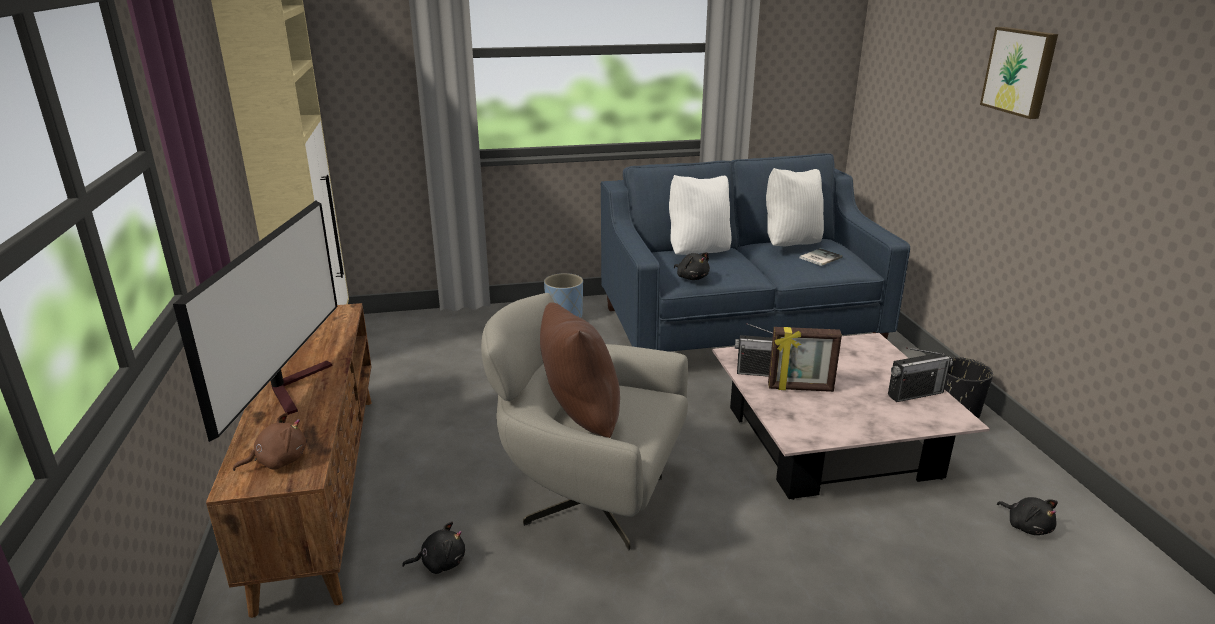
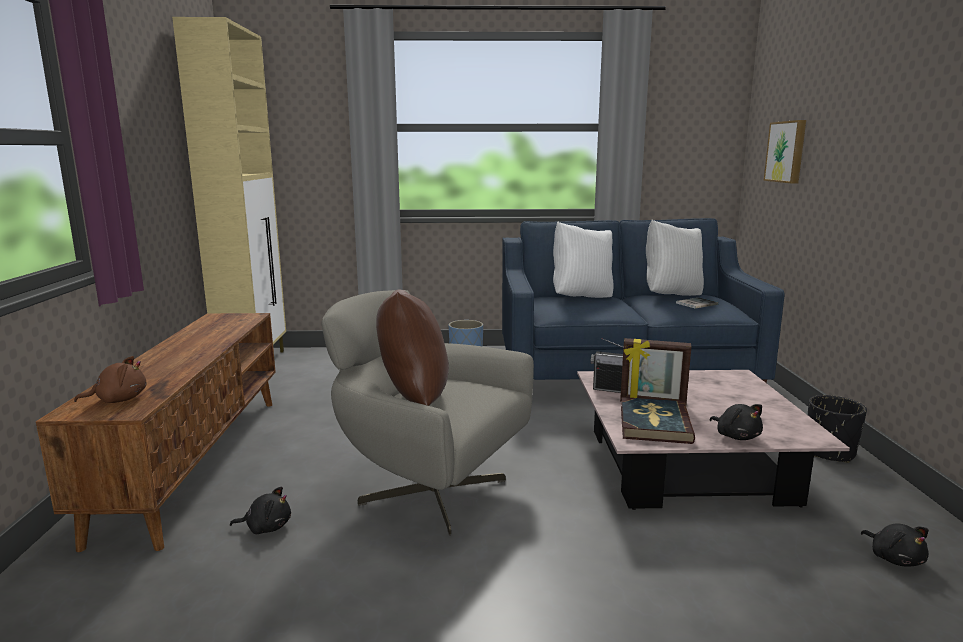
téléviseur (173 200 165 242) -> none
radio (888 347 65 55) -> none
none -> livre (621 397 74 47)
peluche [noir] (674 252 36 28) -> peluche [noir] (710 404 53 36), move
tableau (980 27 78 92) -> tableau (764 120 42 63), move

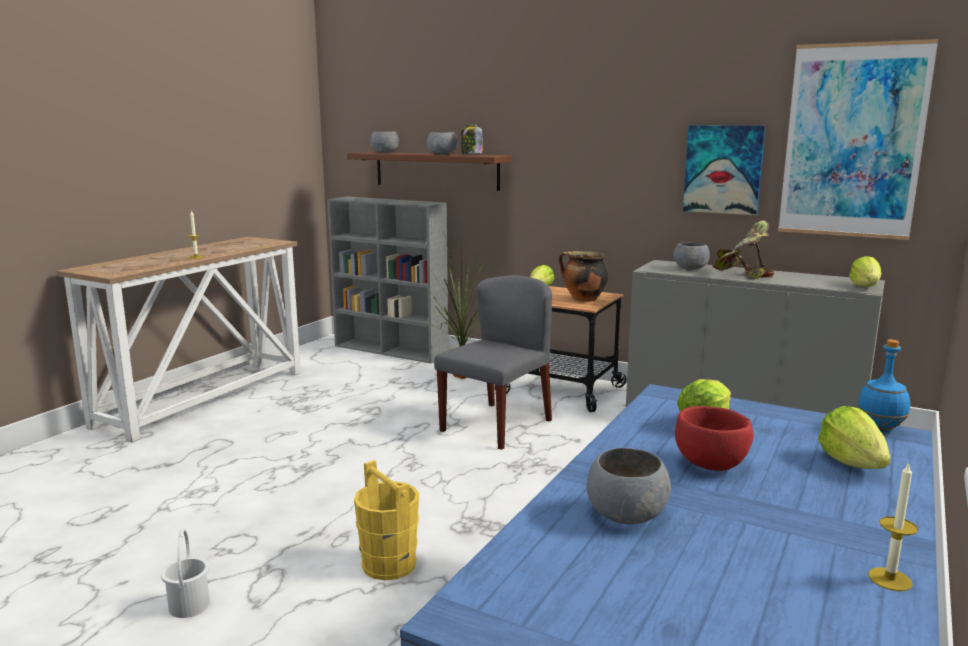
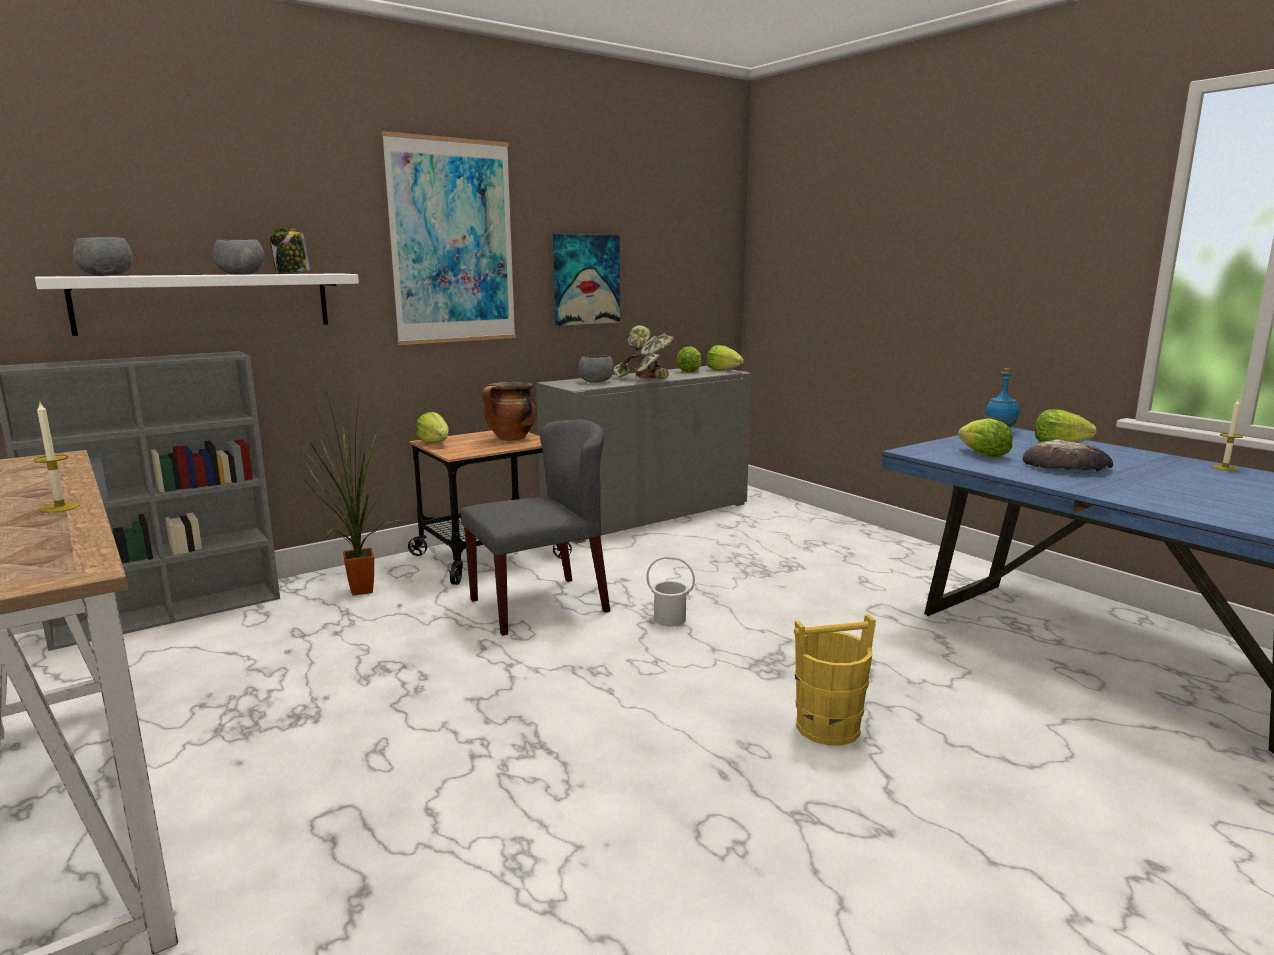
bol [gris] (586 448 85 76) -> none
none -> laitue (676 346 25 26)
seau [blanc] (161 529 49 89) -> seau [blanc] (646 556 49 70), move
tableau (778 39 160 201) -> tableau (381 131 135 214), move
bol [rouge] (675 406 79 65) -> pain (1023 439 90 33)
étagère [marron] (347 152 165 39) -> étagère [blanc] (35 273 324 63)
chaise [gris] (434 275 118 175) -> chaise [gris] (461 420 149 216), 90 degrees clockwise

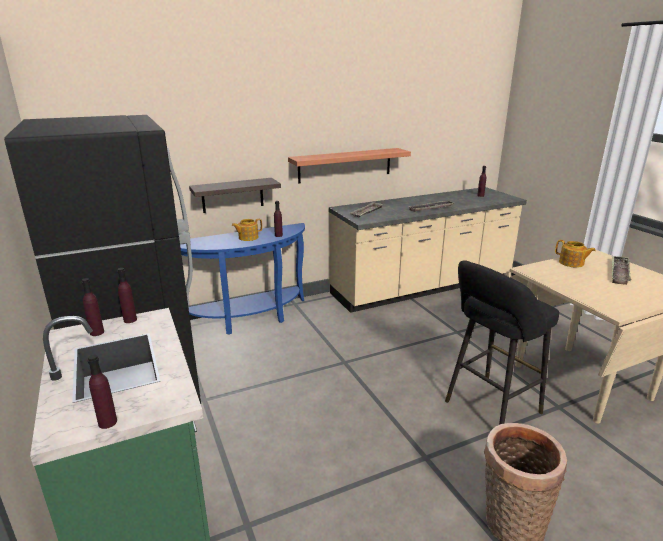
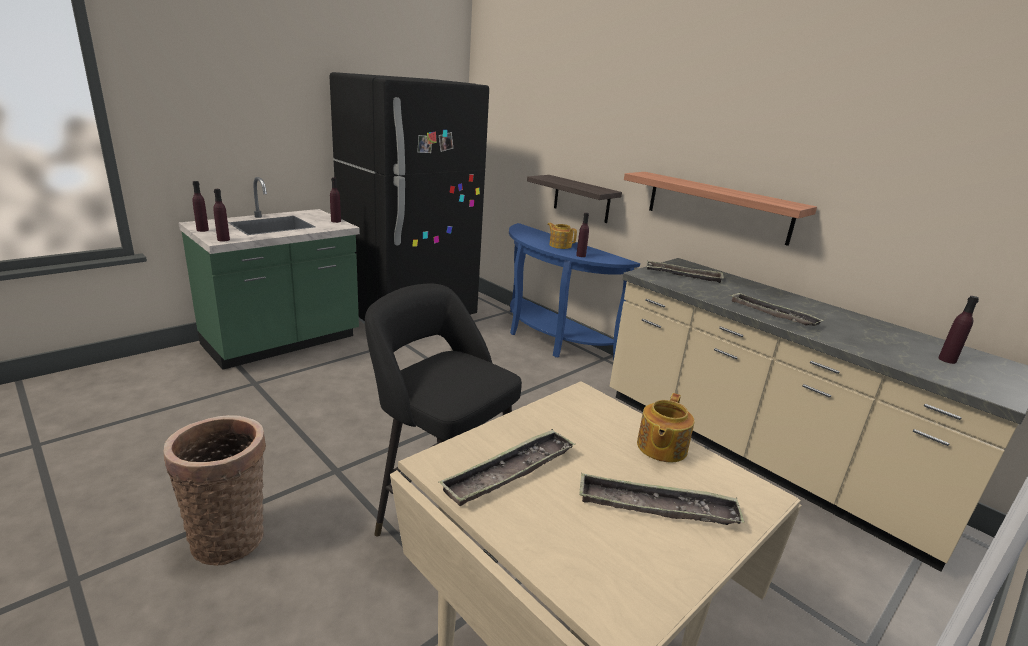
none -> plateau (438 429 137 77)
bouteille [violet] (82 278 22 58) -> bouteille [violet] (213 189 17 52), move

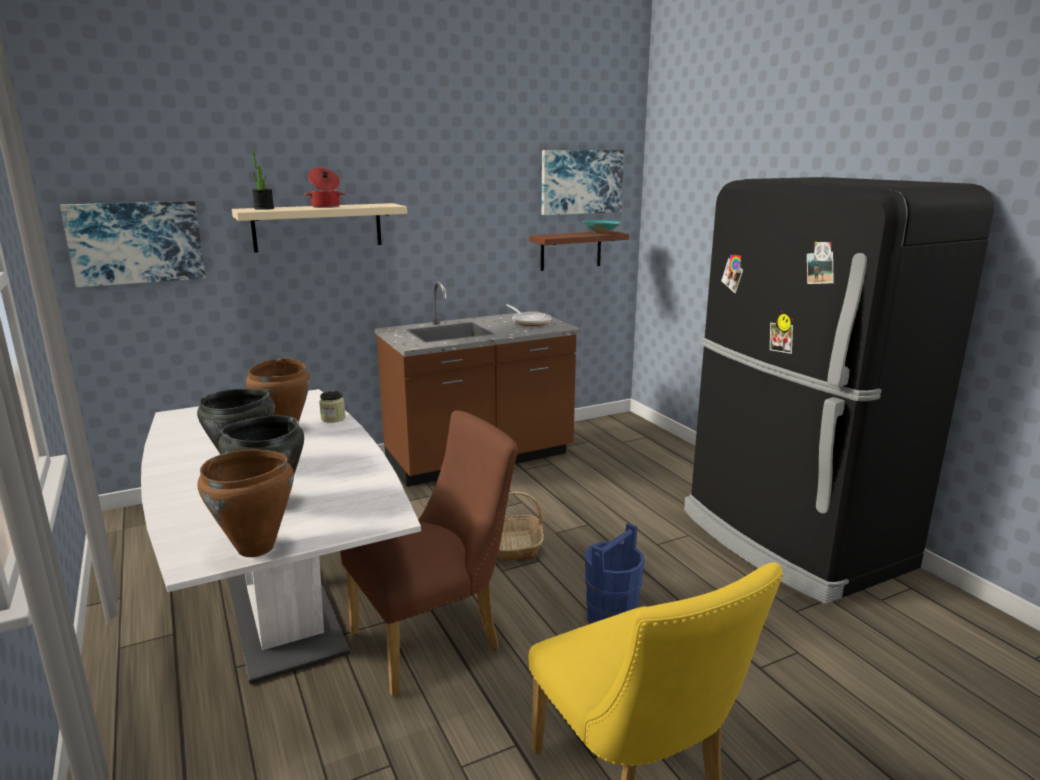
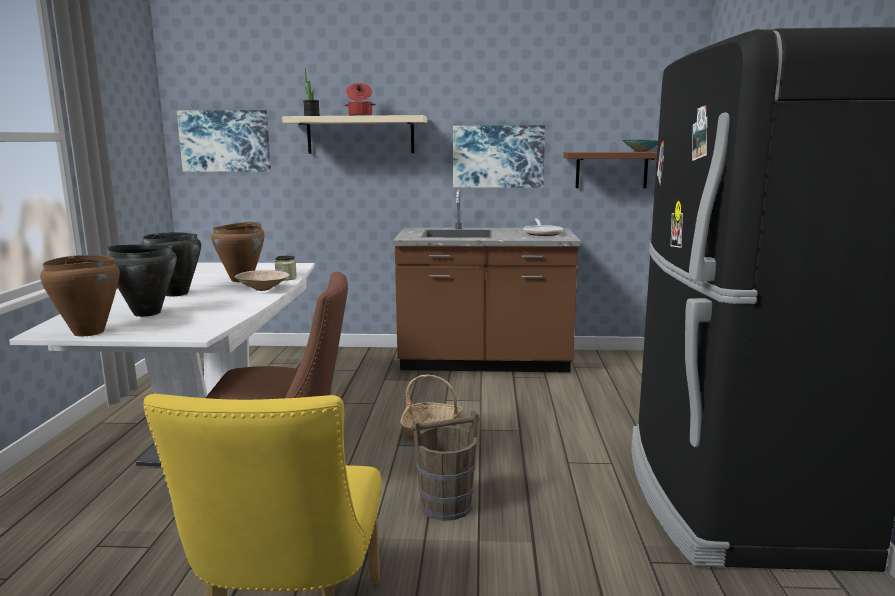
none -> bol [beige] (234 270 56 21)
tableau (542 150 82 65) -> tableau (453 125 92 63), move
seau [bleu] (585 523 60 101) -> seau [marron] (411 410 68 111)

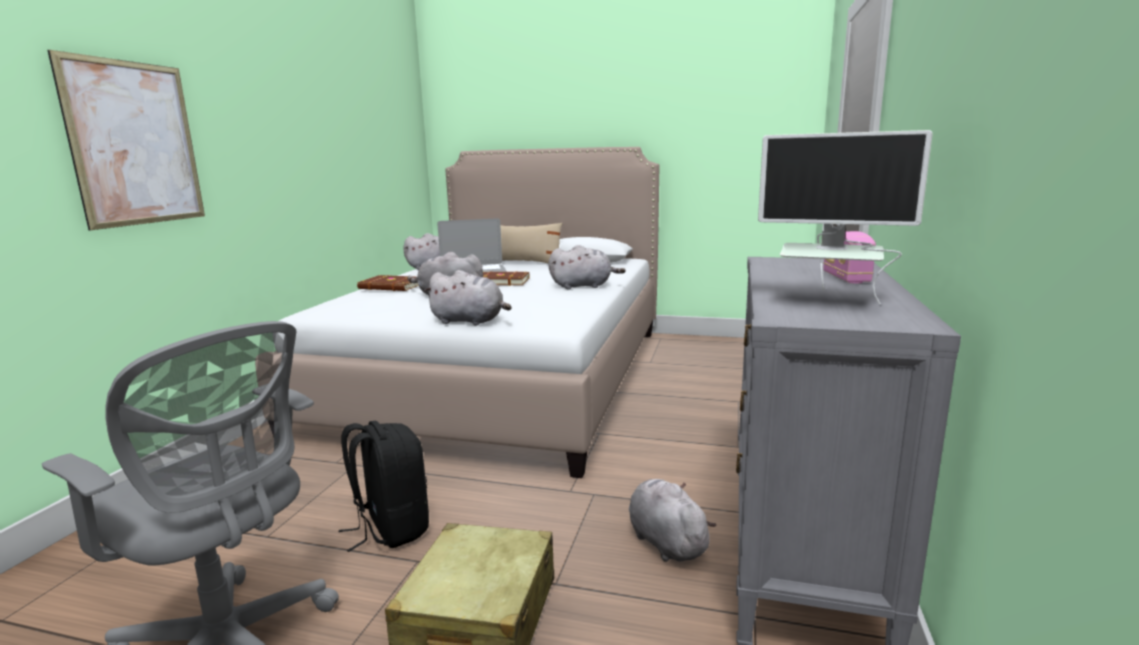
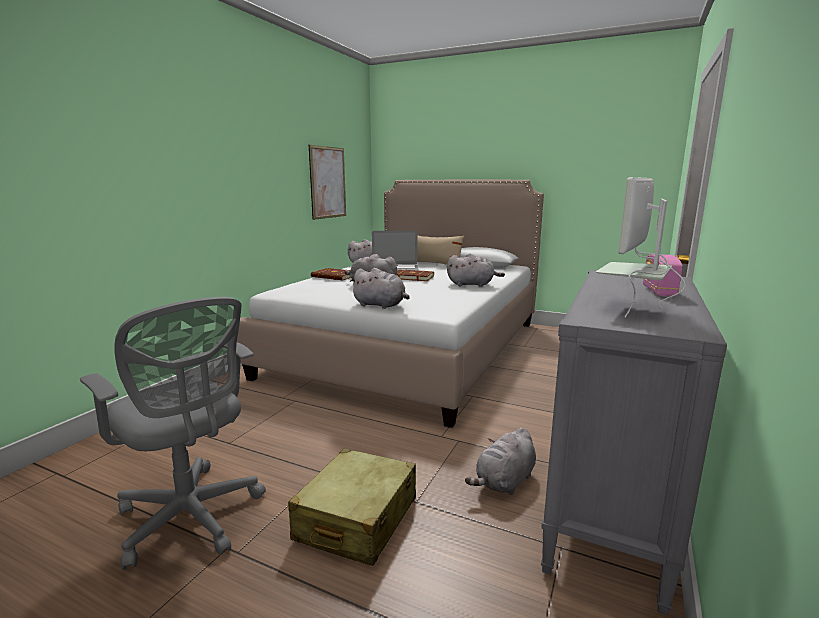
sac à dos [noir] (339 421 90 131) -> none
tableau (47 50 158 180) -> tableau (309 145 37 75), move
peluche [gris] (629 479 88 83) -> peluche [gris] (465 427 71 68), 120 degrees counterclockwise
écran d'ordinateur (758 130 175 175) -> écran d'ordinateur (596 177 89 141), 90 degrees clockwise

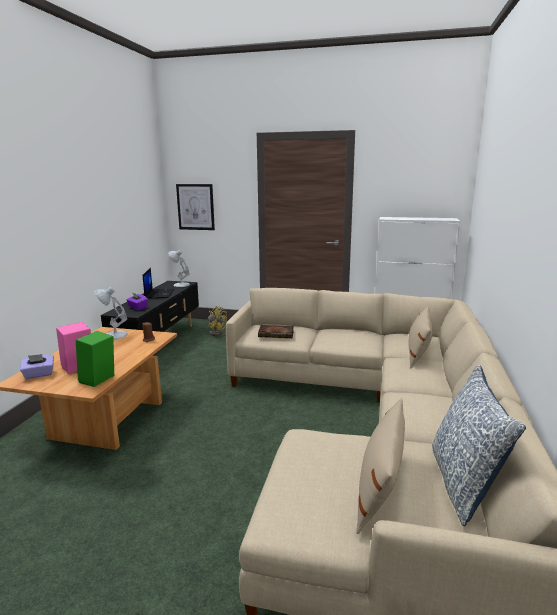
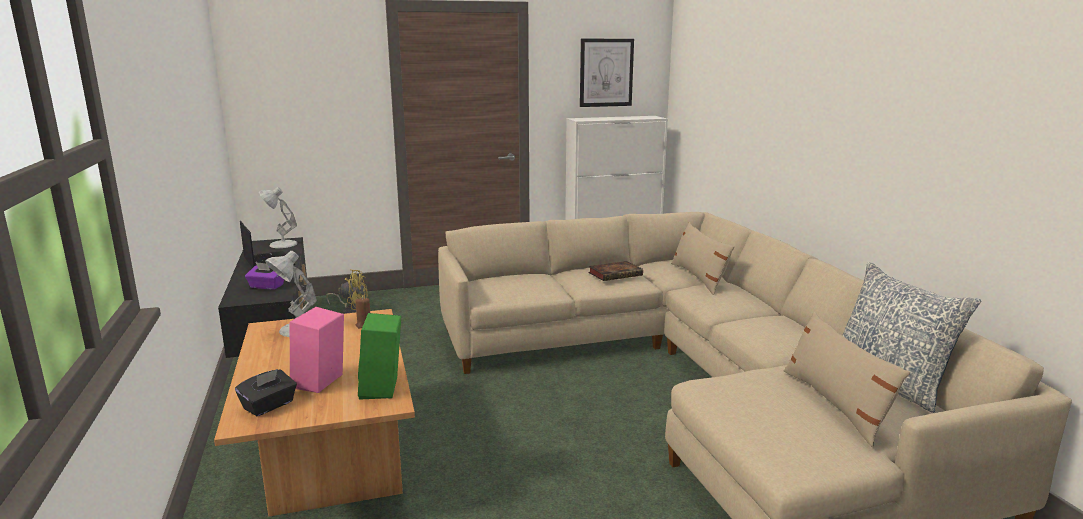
tableau (176 184 39 46) -> tableau (580 39 54 68), move
livre (258 325 36 13) -> livre (588 261 55 20), move
boîte à mouchoirs [violet] (20 354 34 25) -> boîte à mouchoirs [noir] (235 369 62 47)

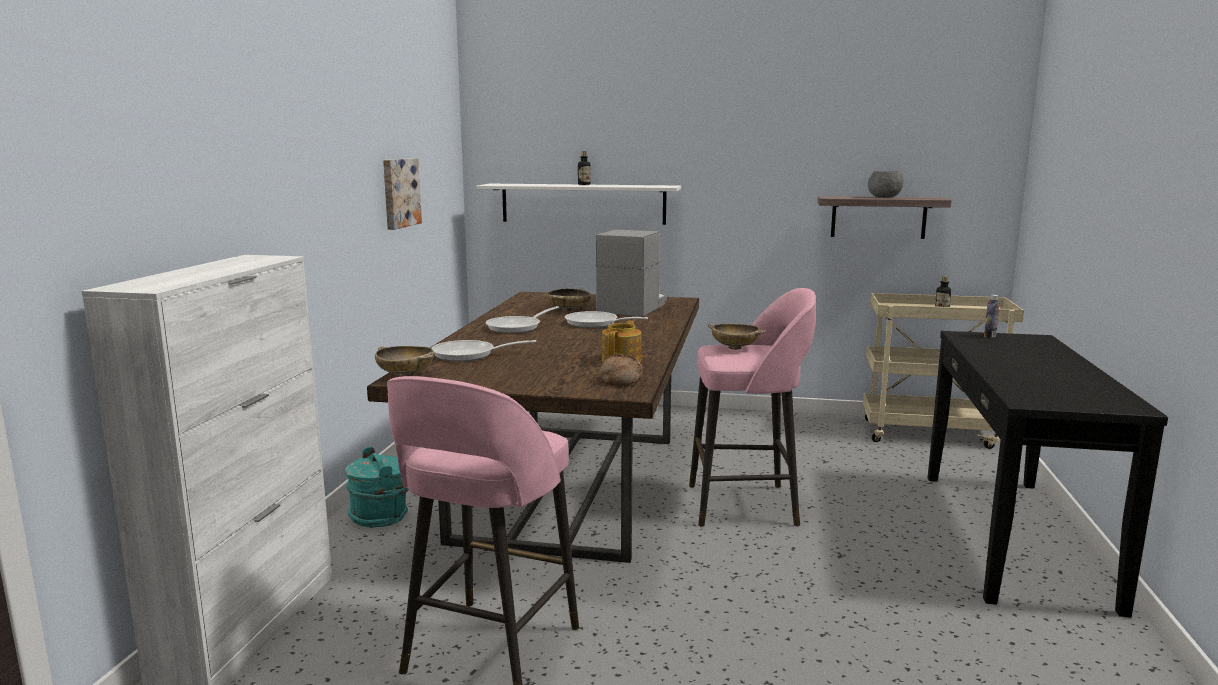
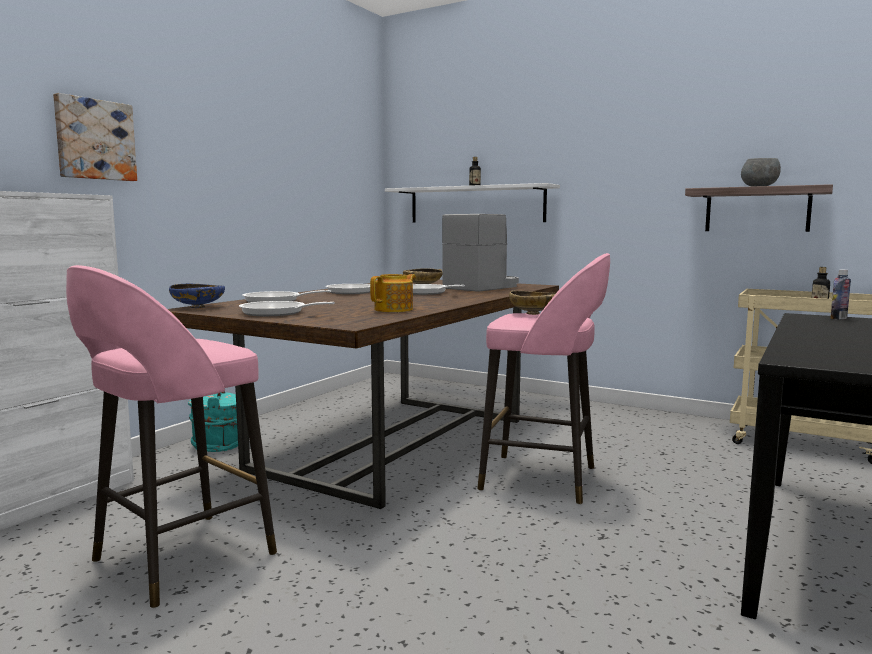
pain (600 354 43 32) -> none
none -> poêle (239 301 96 15)
tableau (383 158 39 72) -> tableau (53 93 84 88), move
bol [beige] (375 346 59 31) -> bol [bleu] (169 283 56 25)

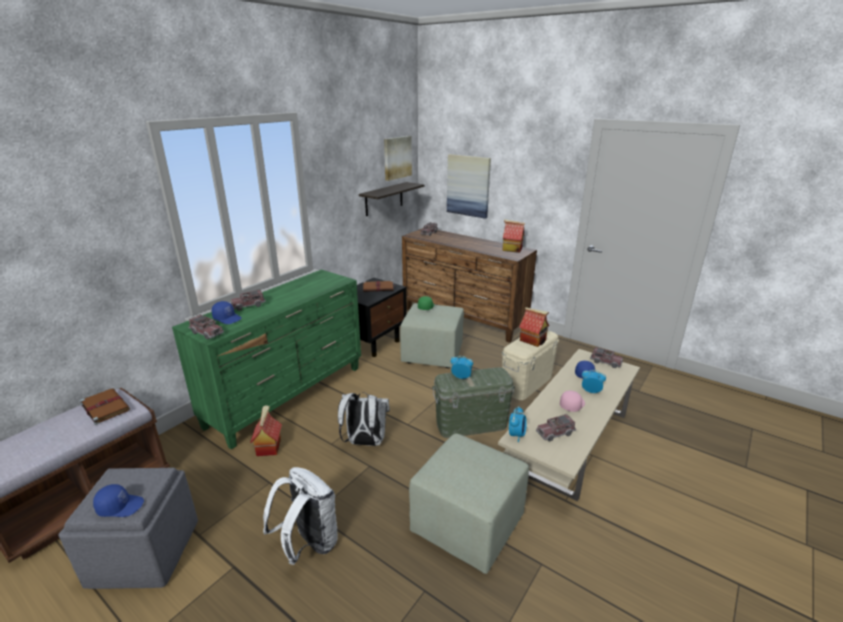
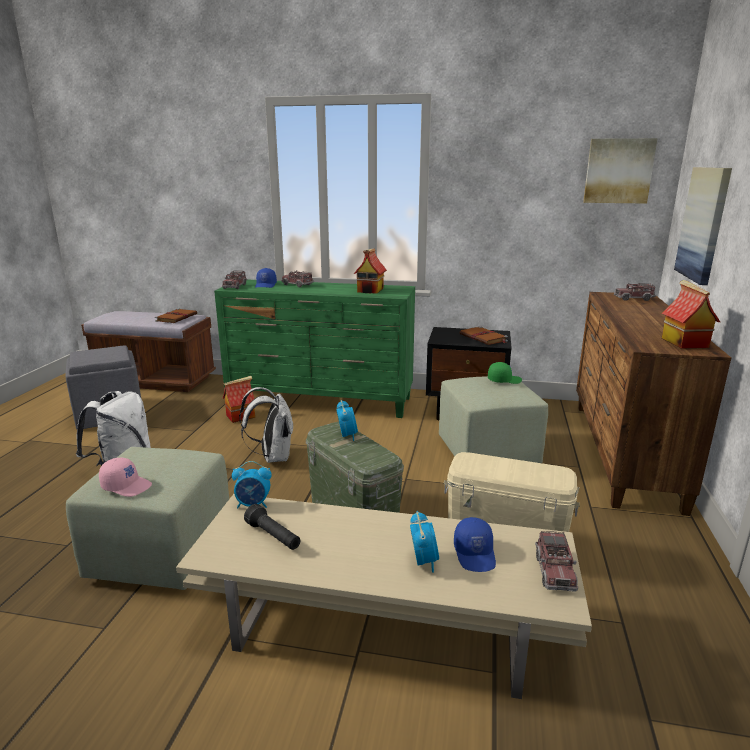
casquette [bleu] (93 484 51 33) -> none
étagère (359 182 65 34) -> none
maison miniature (519 307 30 40) -> maison miniature (354 249 33 45), move
casquette [rose] (560 390 25 22) -> casquette [rose] (99 458 53 39), move
camion jouet (536 414 40 27) -> lampe de poche [noir] (244 504 56 46)

